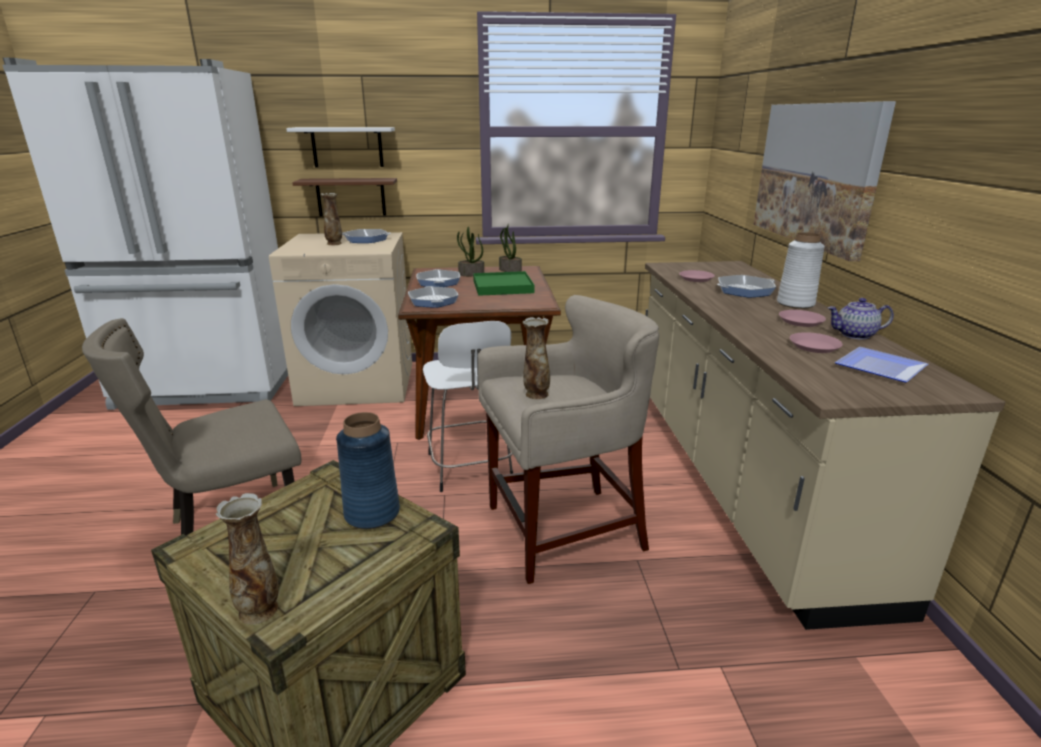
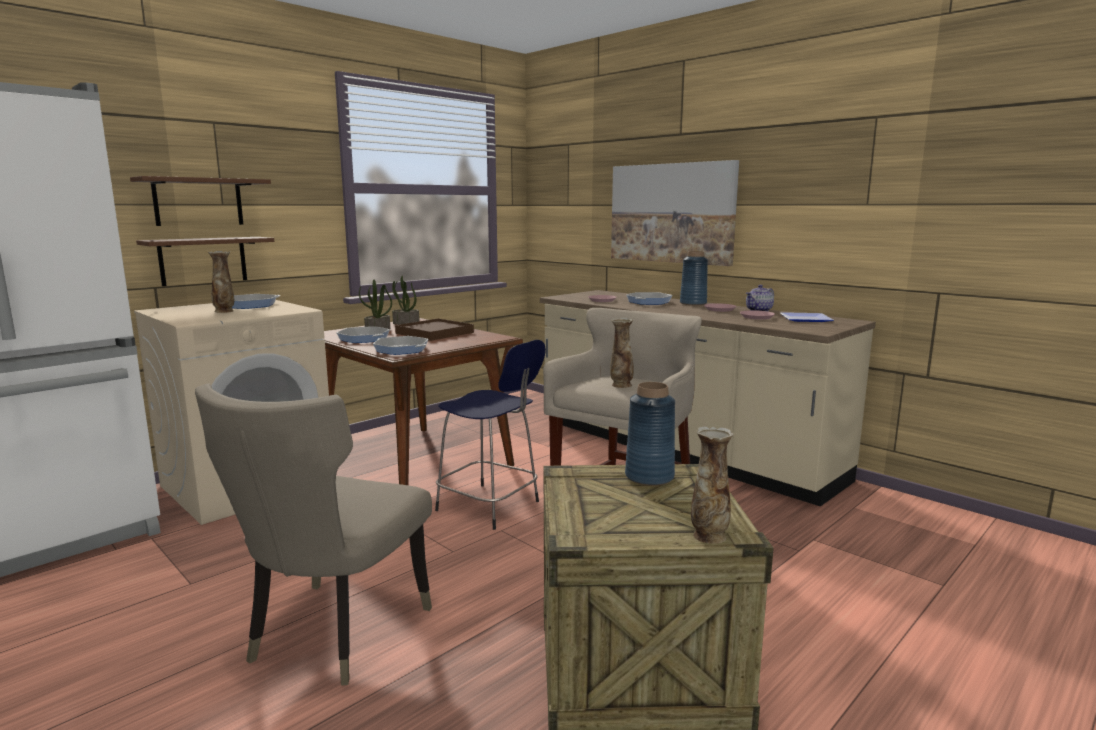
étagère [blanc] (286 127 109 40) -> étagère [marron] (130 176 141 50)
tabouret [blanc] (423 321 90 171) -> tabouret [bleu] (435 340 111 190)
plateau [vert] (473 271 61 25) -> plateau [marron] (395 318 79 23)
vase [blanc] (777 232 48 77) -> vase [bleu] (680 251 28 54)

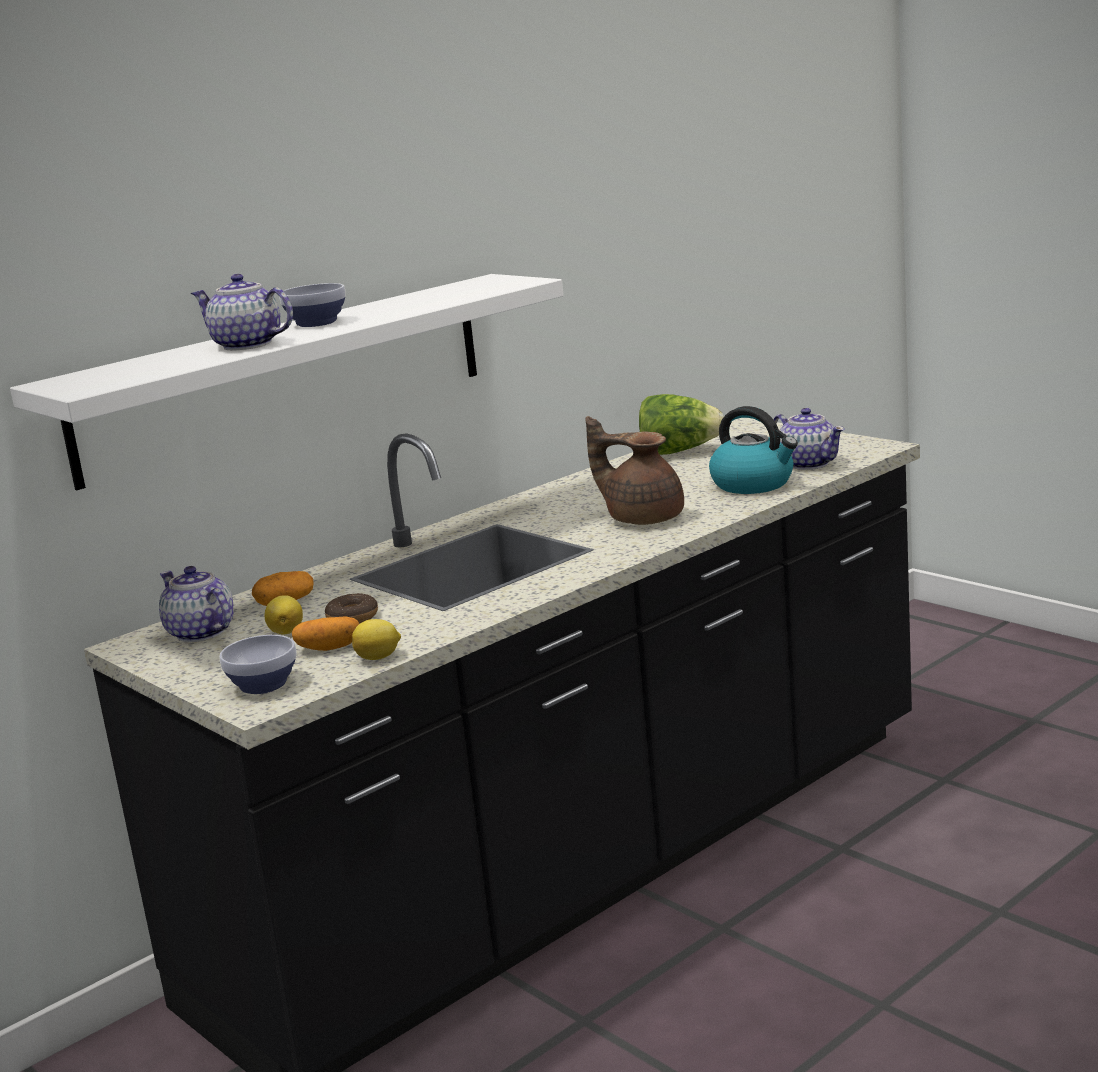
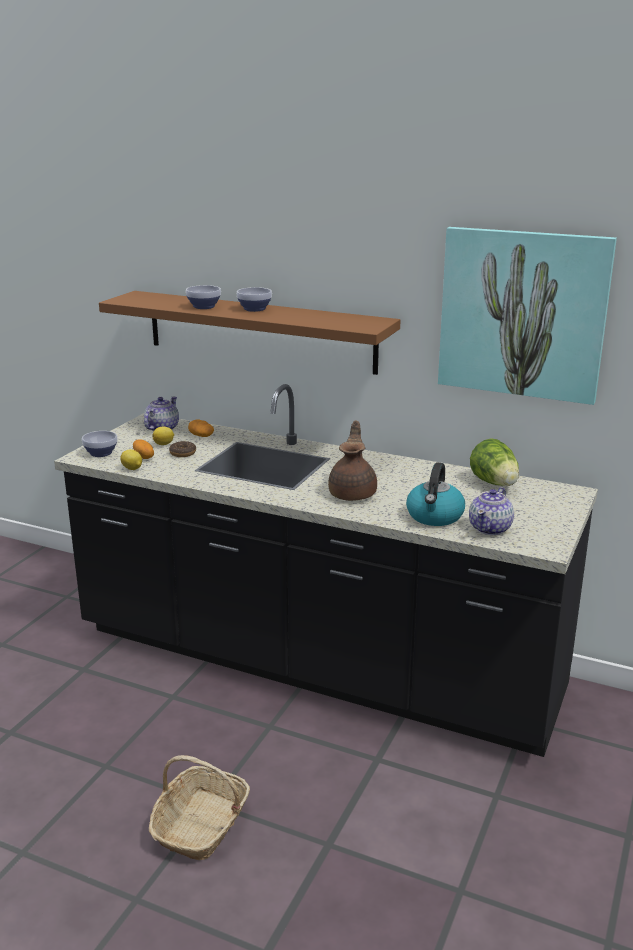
none -> panier (149 755 101 105)
none -> tableau (438 227 179 178)
théière (191 274 102 76) -> bol (186 285 35 24)
étagère [blanc] (10 274 553 216) -> étagère [marron] (99 291 301 84)

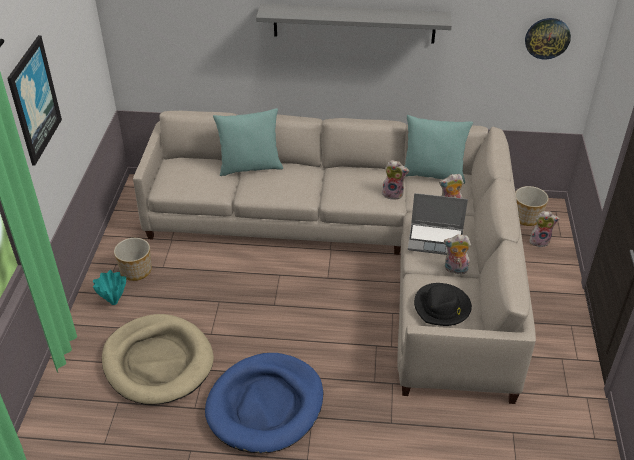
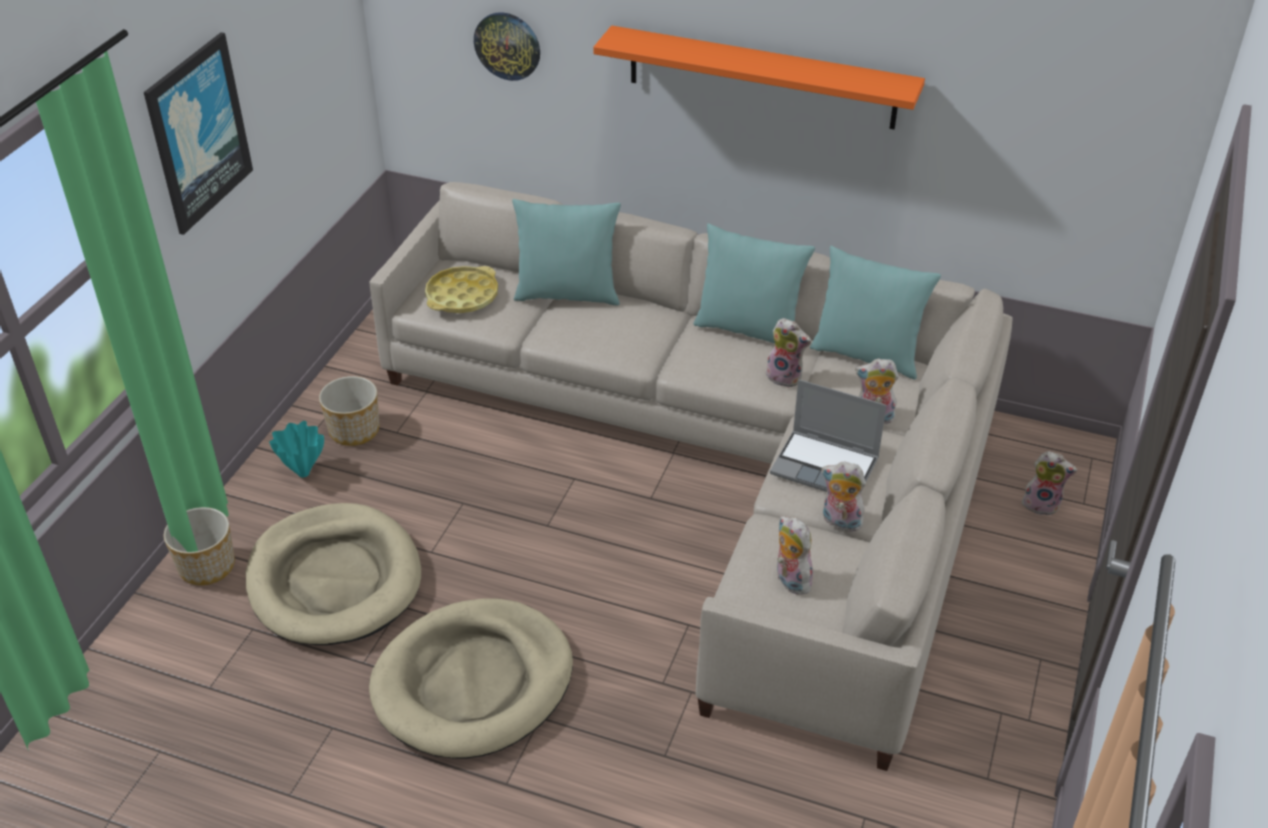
none -> plateau [jaune] (425 266 73 47)
none -> coussin [turquoise] (693 223 122 120)
cache-pot (515 186 34 40) -> cache-pot (164 507 71 78), move
horloge murale (525 18 46 42) -> horloge murale (474 12 66 69), move
chapeau [noir] (414 283 58 43) -> peluche (777 516 36 79)
panier pour chien [bleu] (205 353 119 100) -> panier pour chien [beige] (369 598 204 161)
étagère [gris] (256 4 196 40) -> étagère [orange] (593 26 332 103)

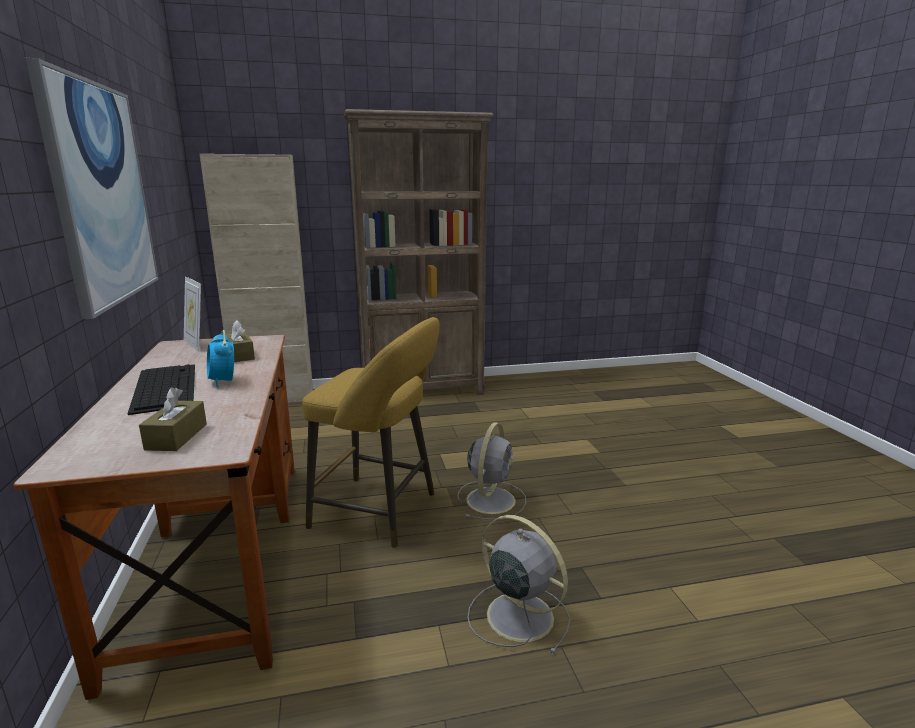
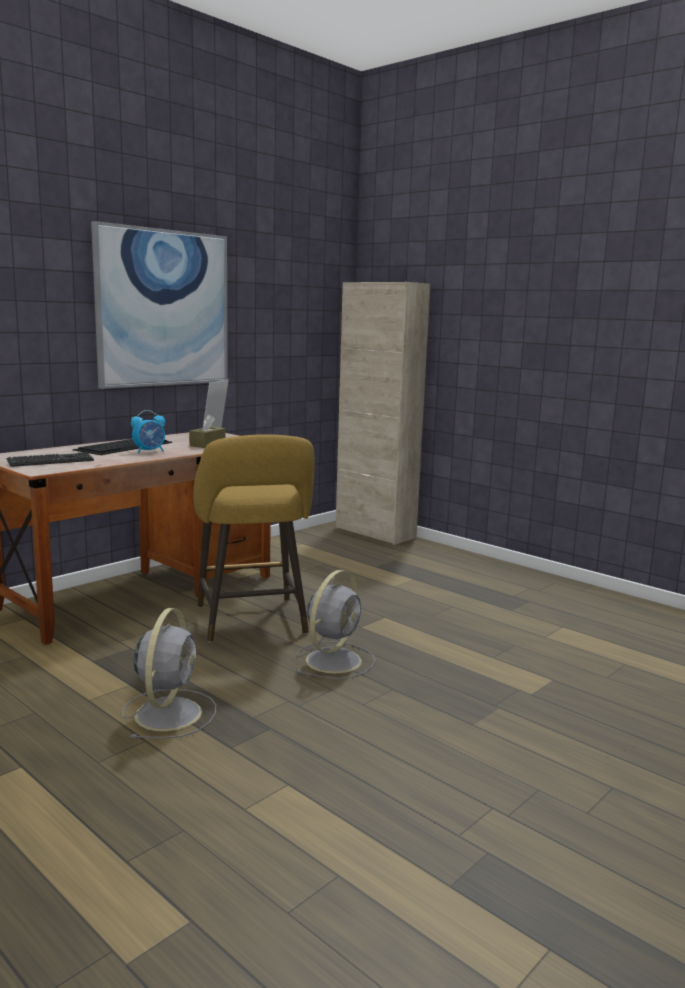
bibliothèque [marron] (343 109 150 286) -> none
boîte à mouchoirs [marron] (139 388 68 63) -> clavier (6 452 88 15)
réveil (207 330 27 58) -> réveil (131 410 34 43), 150 degrees counterclockwise
ventilateur [gris] (458 422 68 98) -> ventilateur [gris] (296 570 79 109), 45 degrees counterclockwise

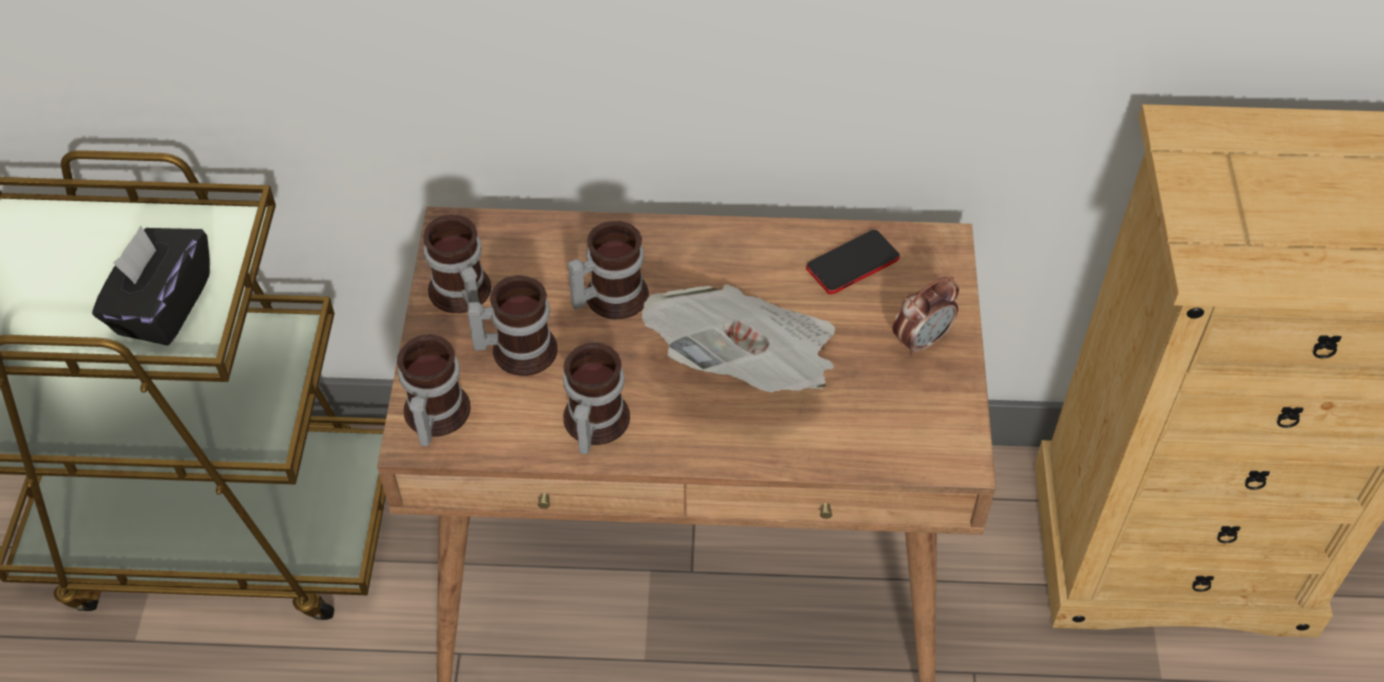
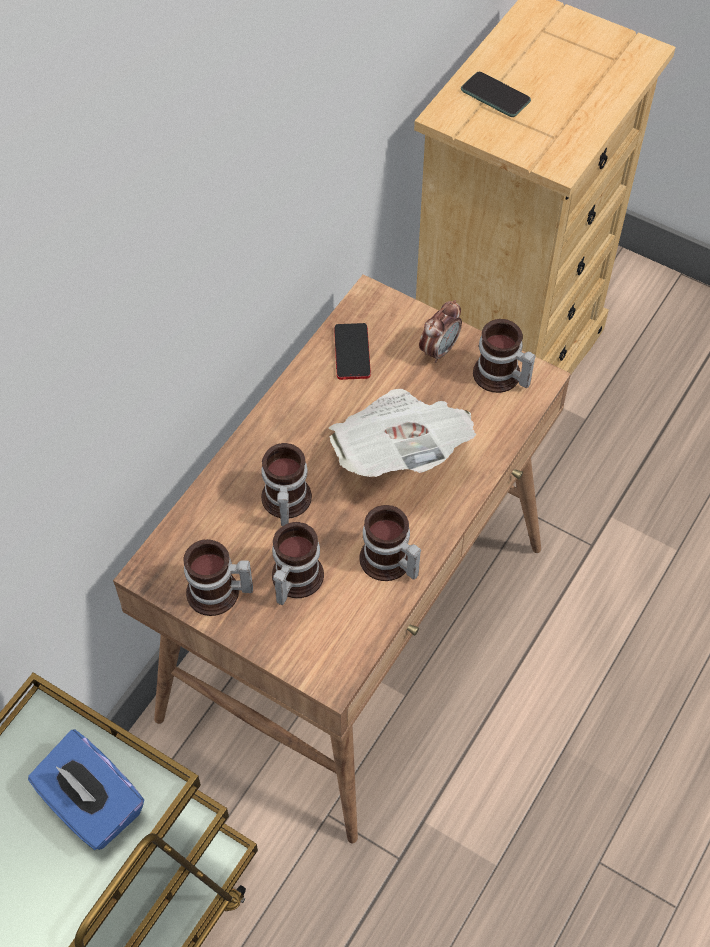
none -> téléphone (461 72 70 45)
mug (397 334 74 112) -> mug (473 319 63 74), move
boîte à mouchoirs [noir] (92 225 118 121) -> boîte à mouchoirs [bleu] (28 729 116 121)
réveil (892 276 67 81) -> réveil (419 300 43 63), 45 degrees clockwise

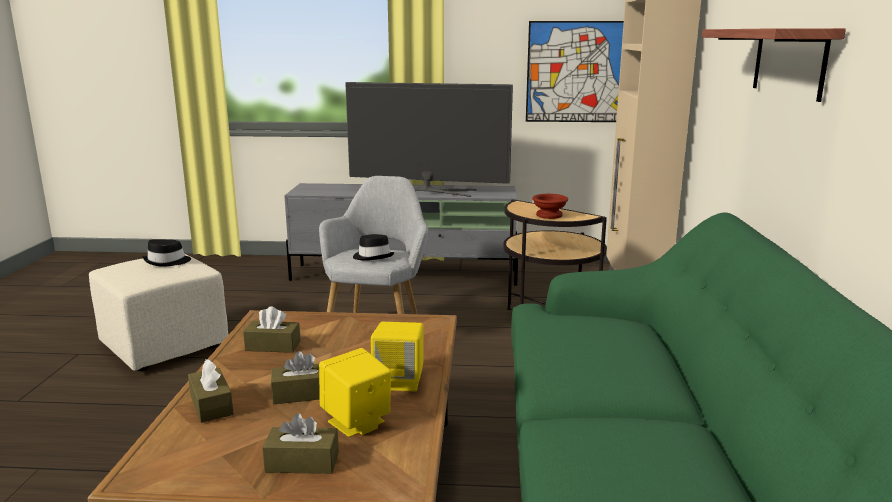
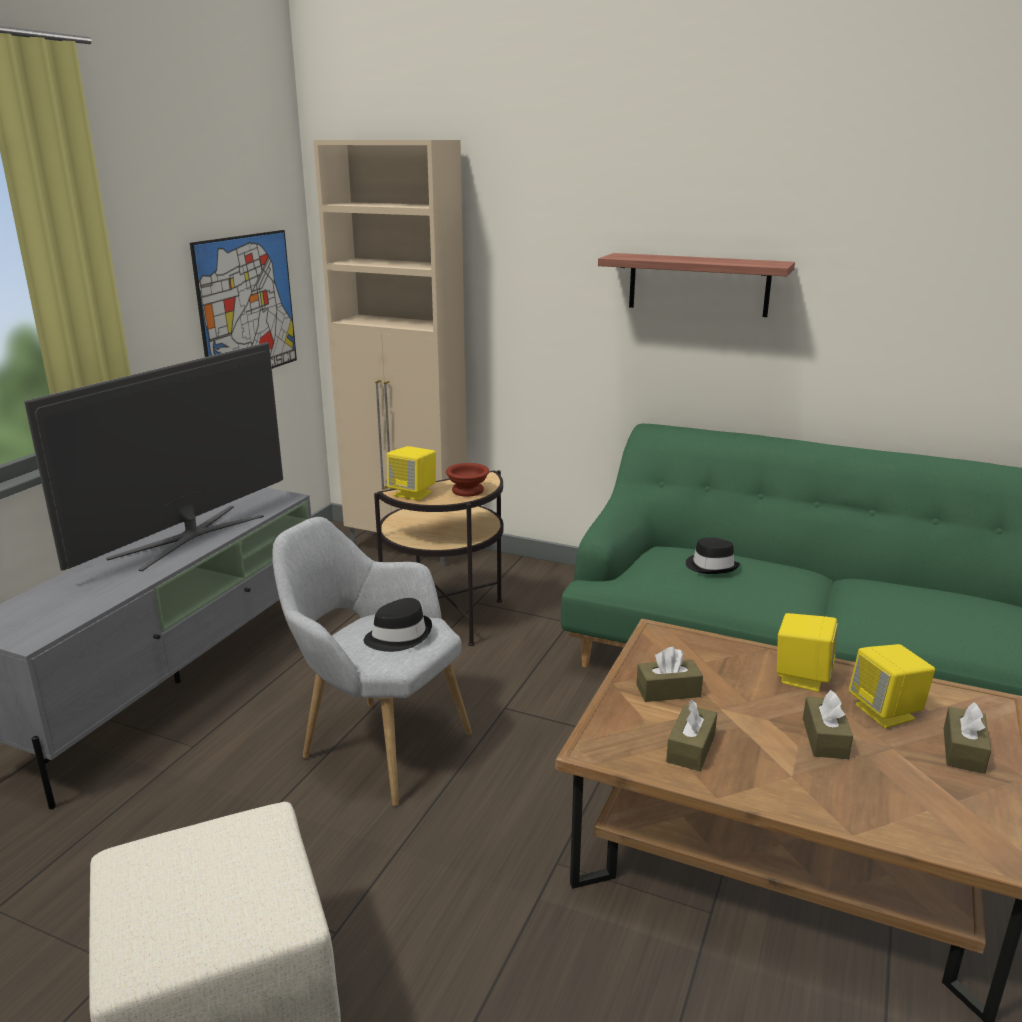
none -> enceinte [jaune] (387 446 49 55)
chapeau [noir] (143 239 48 28) -> chapeau [noir] (686 537 54 37), move
boîte à mouchoirs [marron] (188 359 46 64) -> boîte à mouchoirs [marron] (636 647 67 55), move

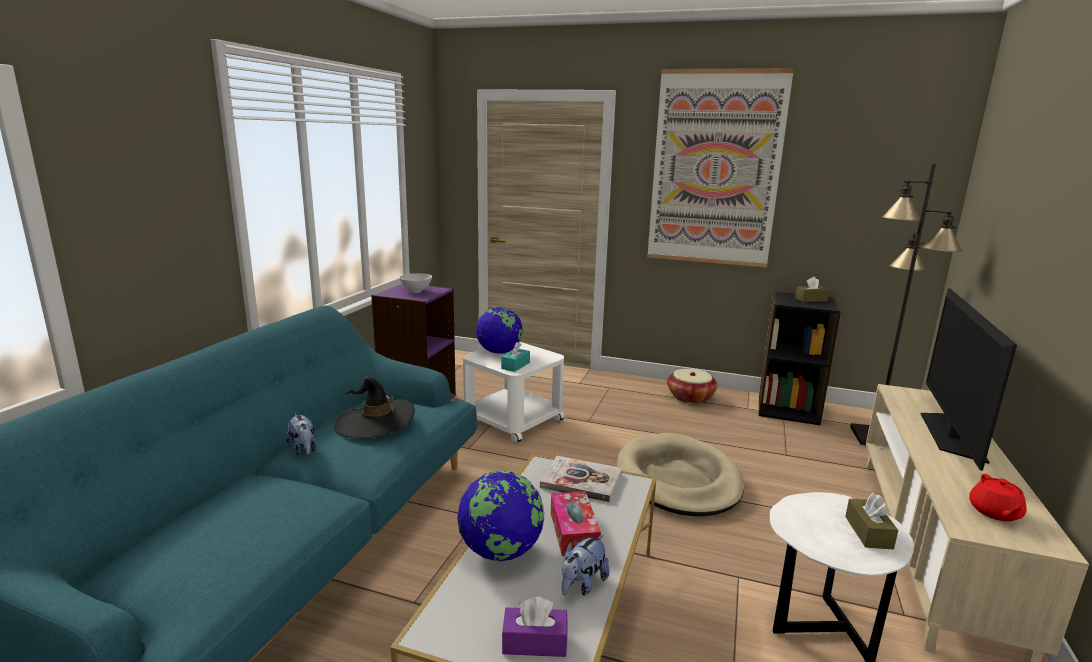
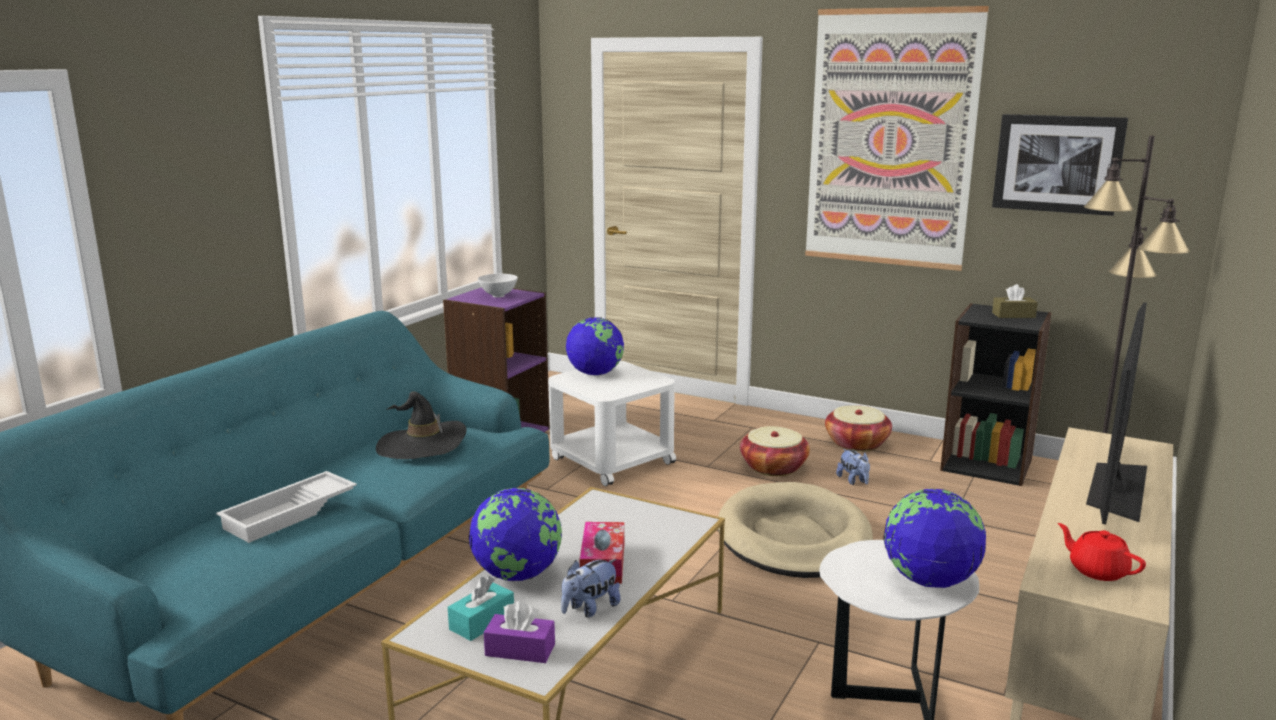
livre (540 456 82 46) -> none
none -> plateau [blanc] (216 471 141 72)
none -> panier (740 426 70 50)
none -> tableau (992 114 136 102)
peluche (286 414 30 41) -> peluche (836 449 34 36), move
boîte à mouchoirs [turquoise] (501 342 29 30) -> boîte à mouchoirs [turquoise] (448 576 66 65), move
boîte à mouchoirs [marron] (845 493 53 56) -> globe (883 488 103 100)
théière [rouge] (969 474 58 48) -> théière [rouge] (1058 523 88 58), 120 degrees clockwise

